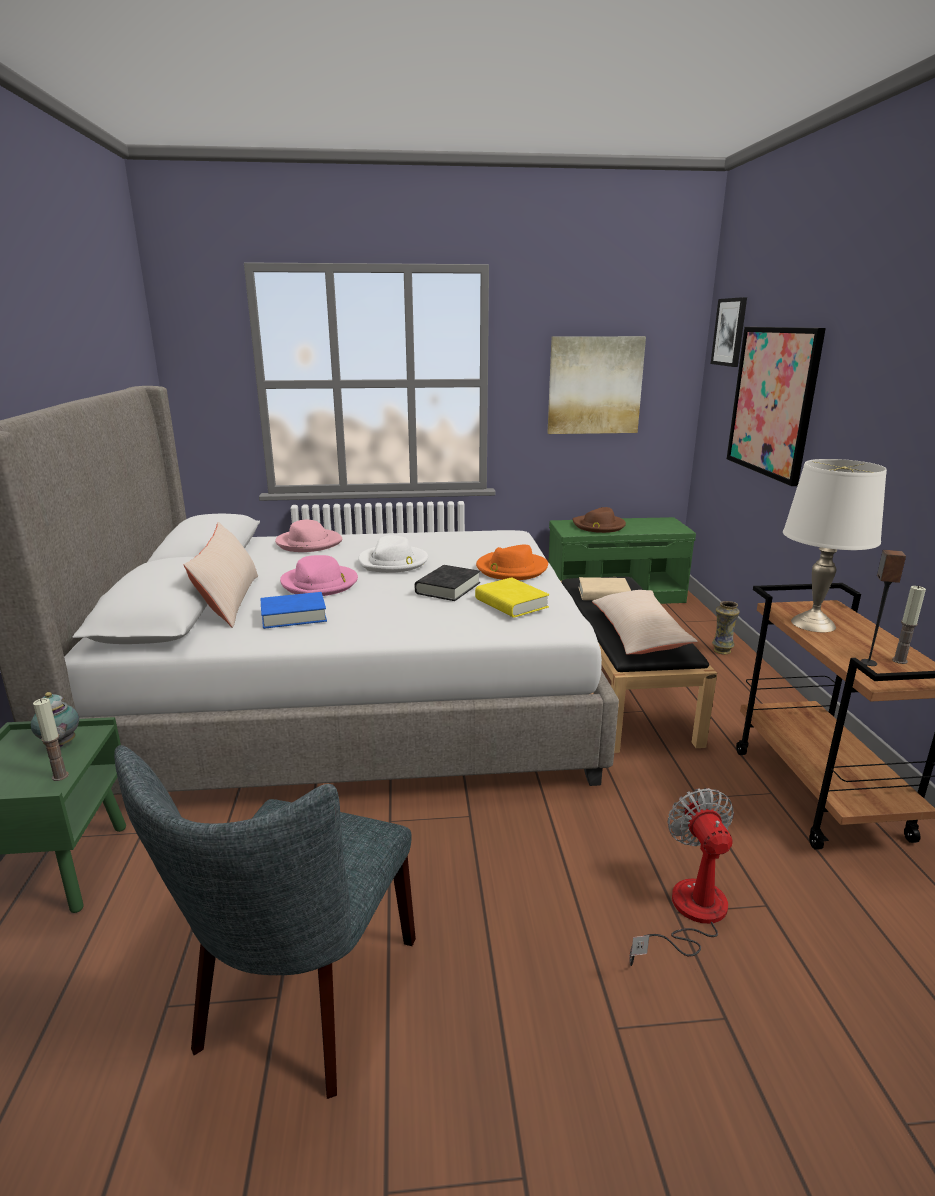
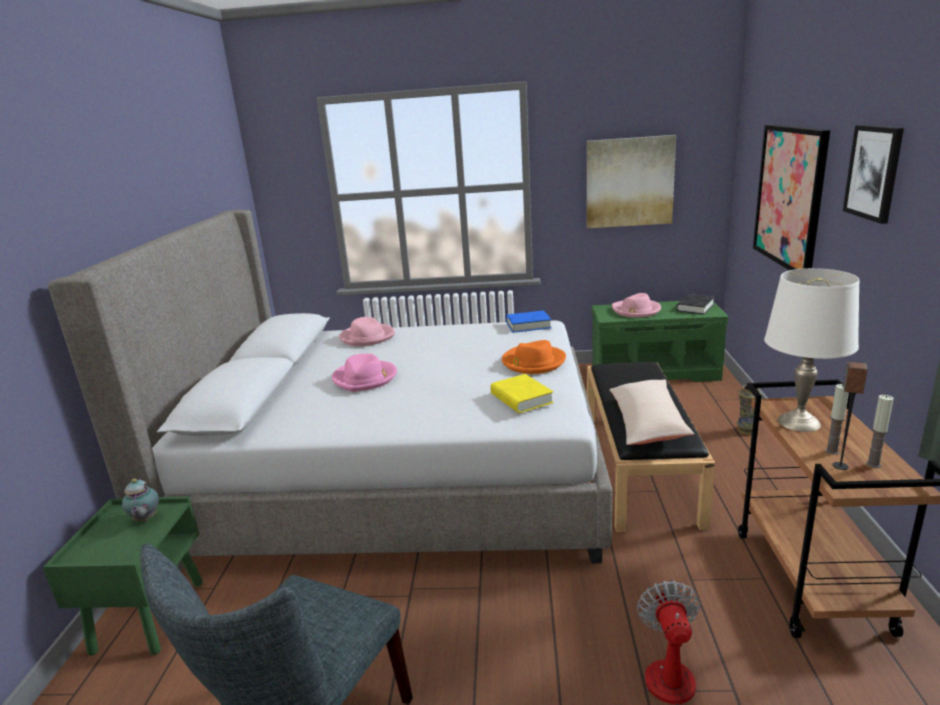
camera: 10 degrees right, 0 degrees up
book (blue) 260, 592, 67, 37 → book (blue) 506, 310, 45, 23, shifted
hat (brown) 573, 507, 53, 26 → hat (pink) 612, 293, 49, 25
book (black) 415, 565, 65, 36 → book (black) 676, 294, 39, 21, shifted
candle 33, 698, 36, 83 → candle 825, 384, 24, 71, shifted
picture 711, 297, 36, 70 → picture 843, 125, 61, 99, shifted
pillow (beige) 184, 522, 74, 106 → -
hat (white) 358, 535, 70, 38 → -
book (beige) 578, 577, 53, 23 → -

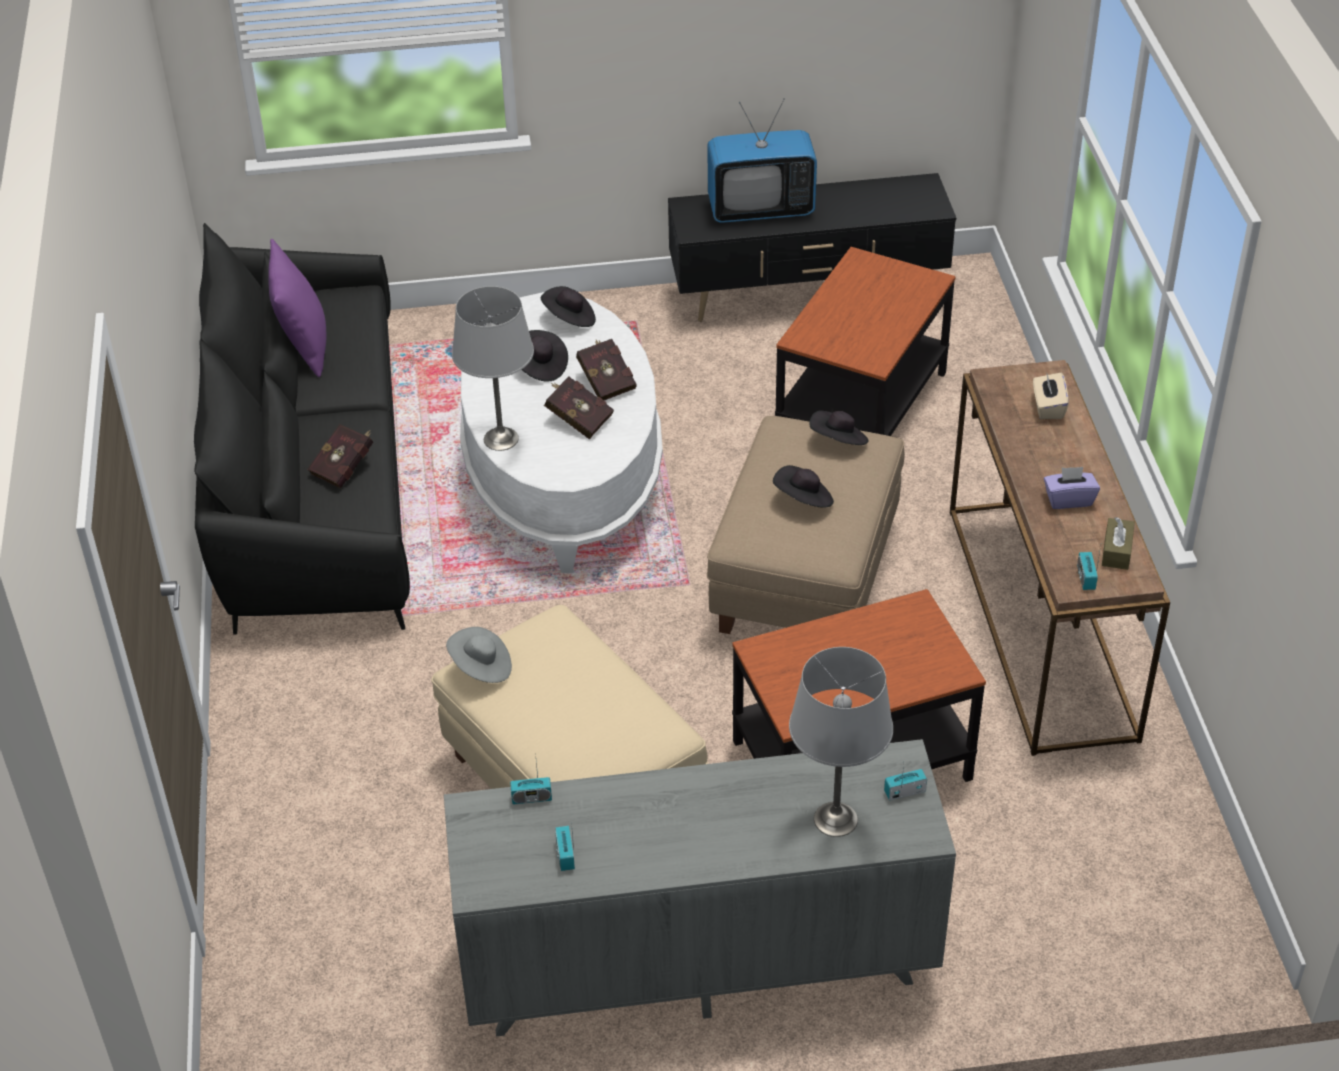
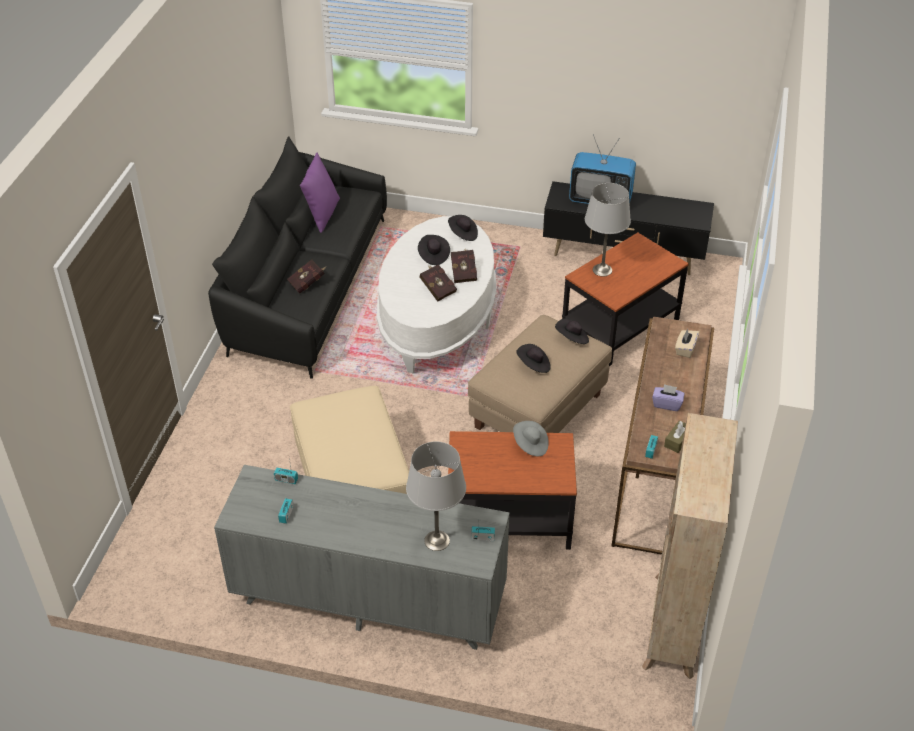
camera: 20 degrees right, 0 degrees up
hat (grey) 446, 627, 66, 56 → hat (grey) 513, 421, 36, 35, shifted
table lamp (grey) 452, 286, 82, 165 → table lamp (grey) 585, 183, 46, 94, shifted
- → bookcase (beige) 642, 413, 96, 266

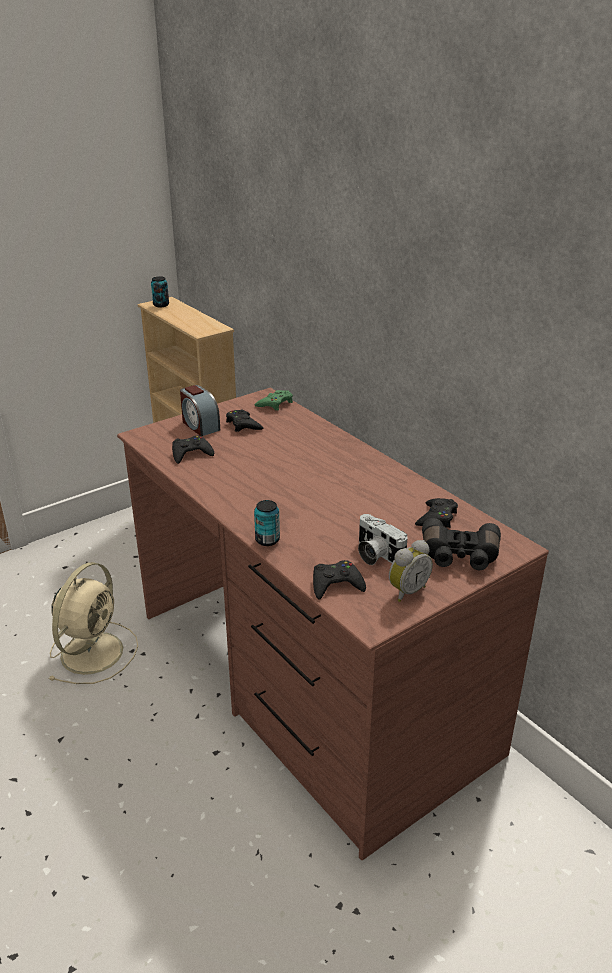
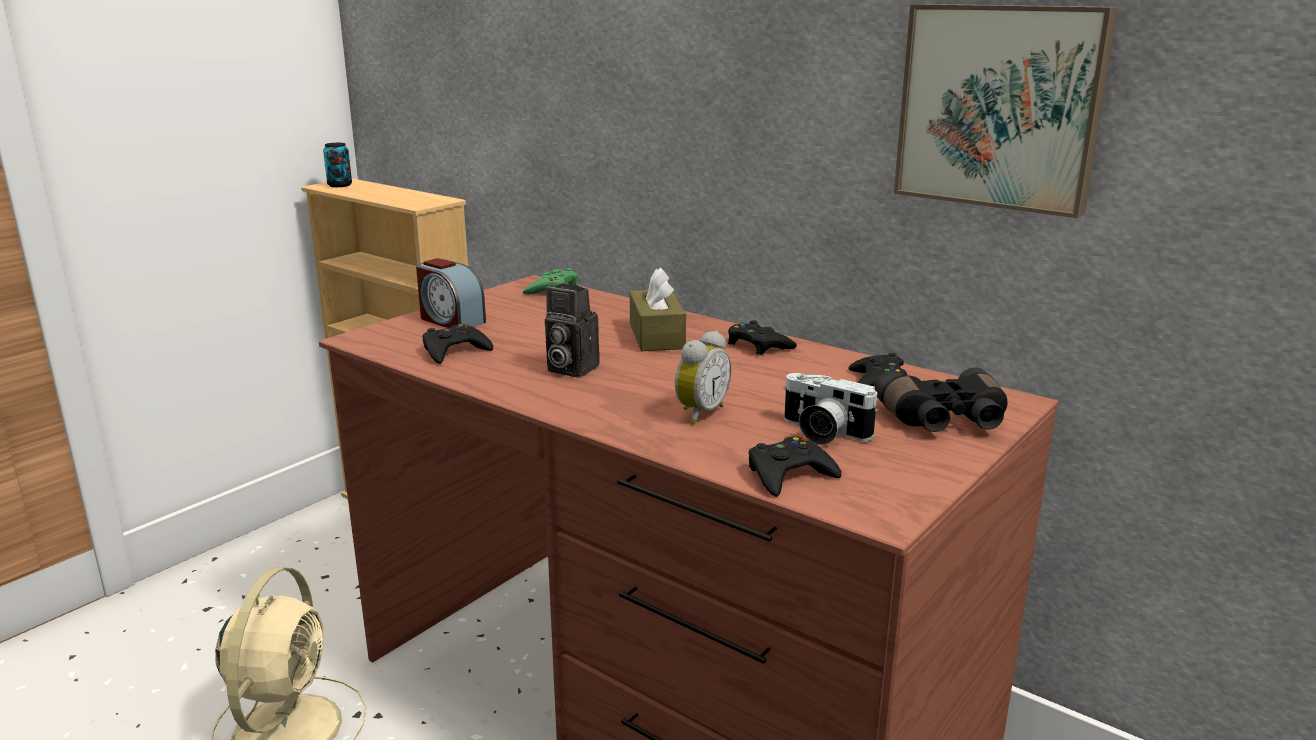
camera: 15 degrees left, 10 degrees down
- → photo camera 545, 284, 55, 94
- → tissue box (brown) 630, 267, 56, 84
alarm clock 389, 540, 44, 62 → alarm clock 675, 330, 57, 94, shifted
game controller (black) 226, 410, 37, 22 → game controller (black) 728, 320, 69, 35, shifted
- → picture 894, 4, 224, 214
can 254, 500, 26, 46 → -

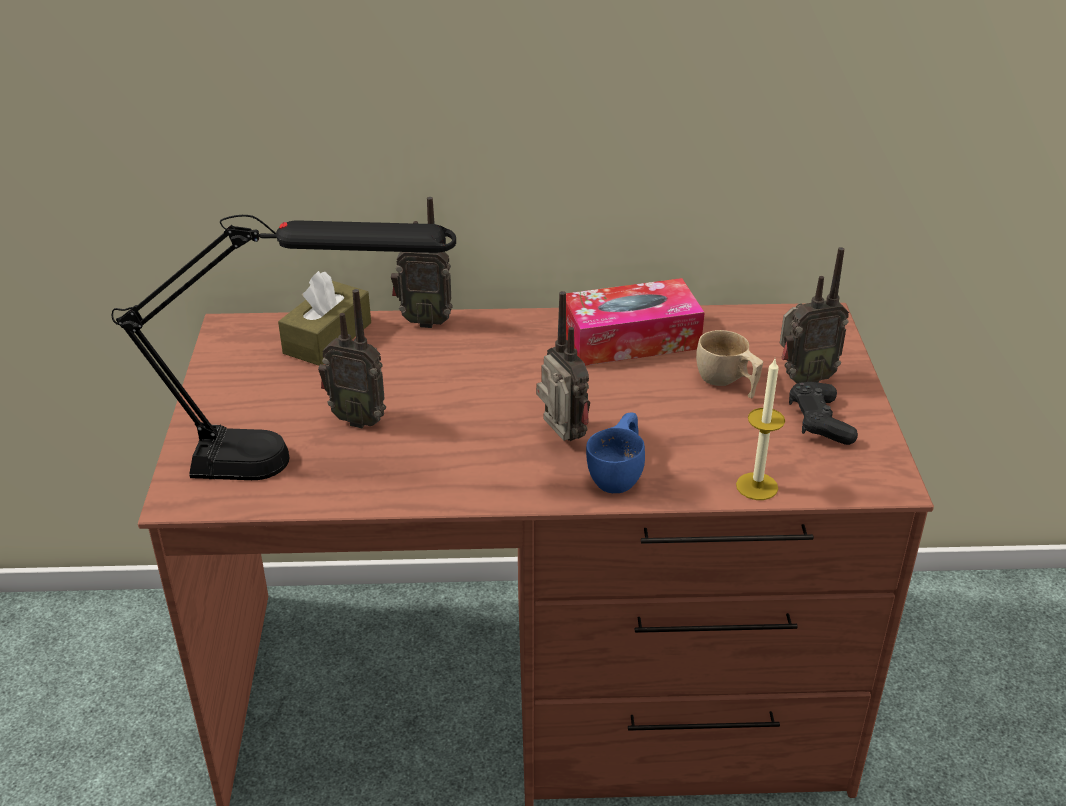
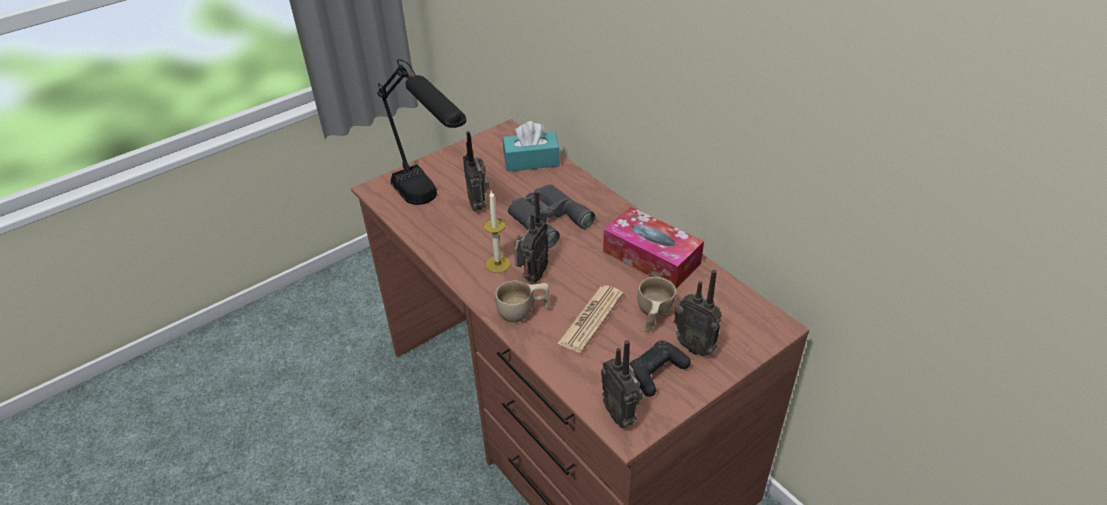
camera: 55 degrees right, 5 degrees up
candle 736, 359, 49, 141 → candle 483, 191, 28, 82, shifted
cup (blue) 586, 412, 59, 81 → cup (beige) 495, 281, 55, 42
tissue box (brown) 278, 271, 93, 95 → tissue box (turquoise) 503, 121, 57, 51
- → binoculars (grey) 508, 184, 87, 64
- → newspaper 557, 285, 66, 68
radio 391, 197, 62, 131 → radio 601, 340, 42, 88, shifted

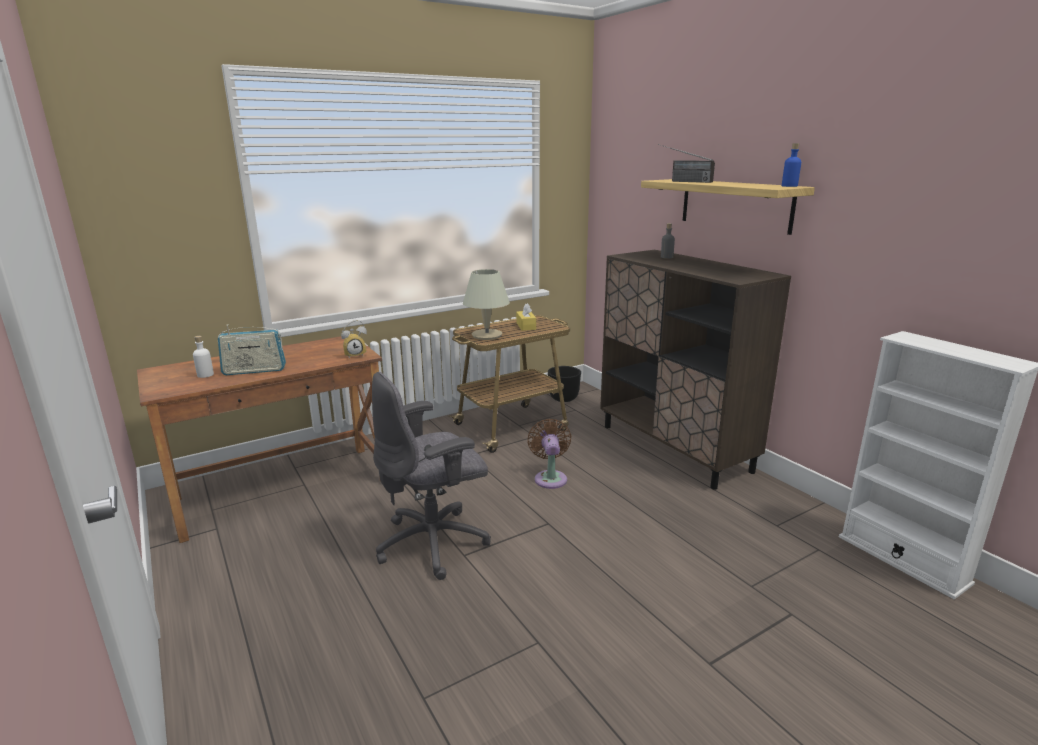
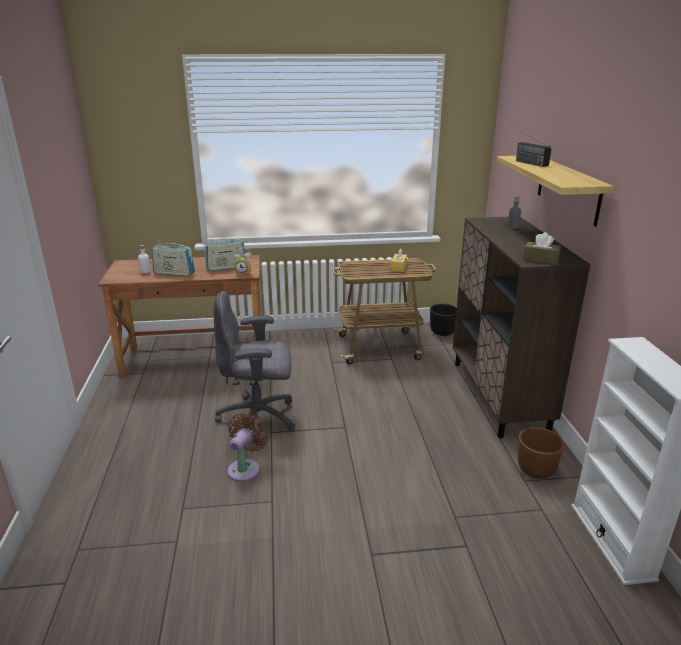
camera: 25 degrees right, 5 degrees up
- → radio 205, 237, 41, 34
fan (brown) 528, 419, 43, 70 → fan (brown) 227, 413, 41, 69, shifted
- → planter (brown) 518, 427, 46, 52
- → tissue box (brown) 523, 232, 38, 32
table lamp (beige) 463, 269, 47, 71 → -
bottle (blue) 782, 143, 19, 44 → -

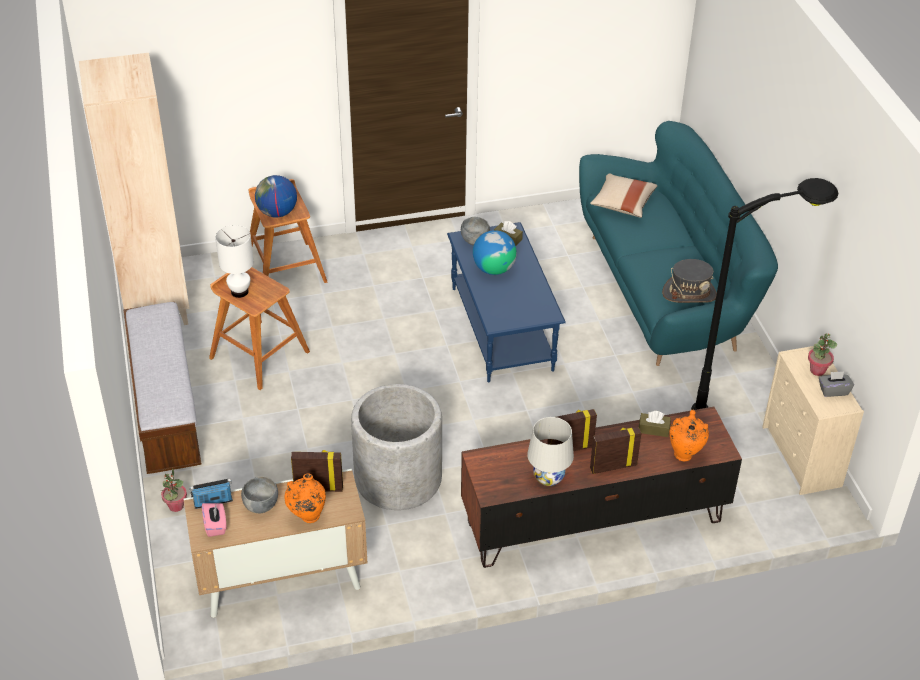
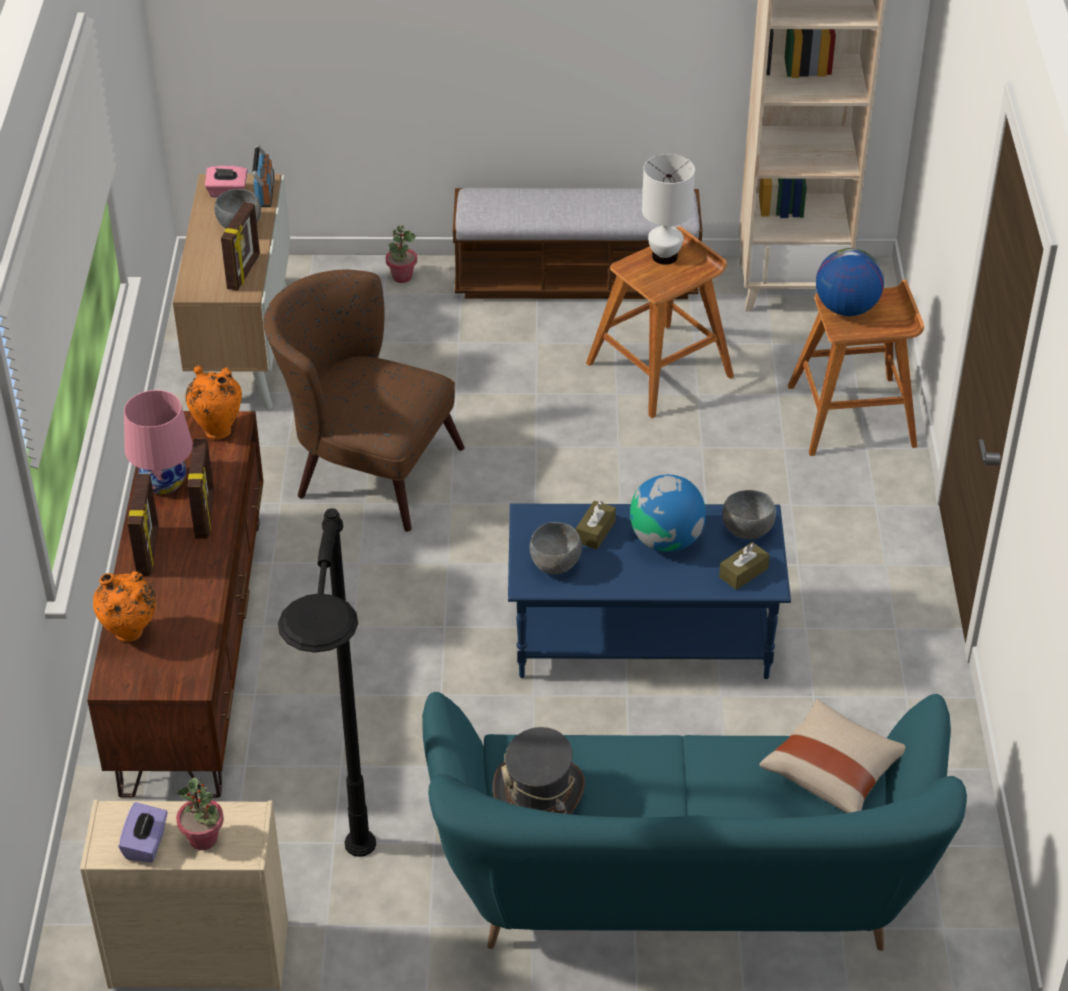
camera: 105 degrees right, 0 degrees up
tissue box (grey) 819, 372, 35, 25 → tissue box (purple) 119, 802, 49, 61
table lamp (white) 527, 417, 47, 69 → table lamp (pink) 124, 390, 69, 104
vase (orange) 284, 473, 42, 50 → vase (orange) 186, 365, 56, 74, shifted
planter (grey) 351, 384, 91, 126 → armchair (brown) 264, 270, 201, 262
- → bowl (grey) 529, 522, 53, 52
tissue box (brown) 639, 411, 32, 26 → tissue box (brown) 576, 501, 40, 48, shifted

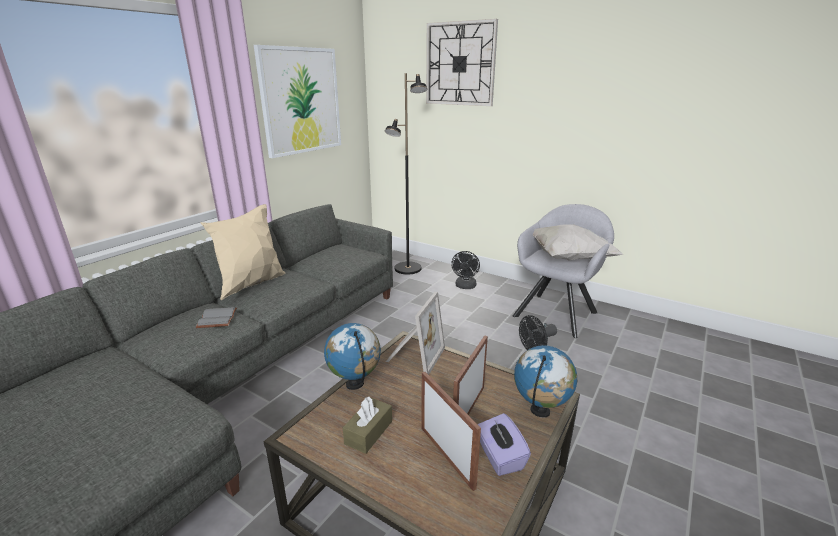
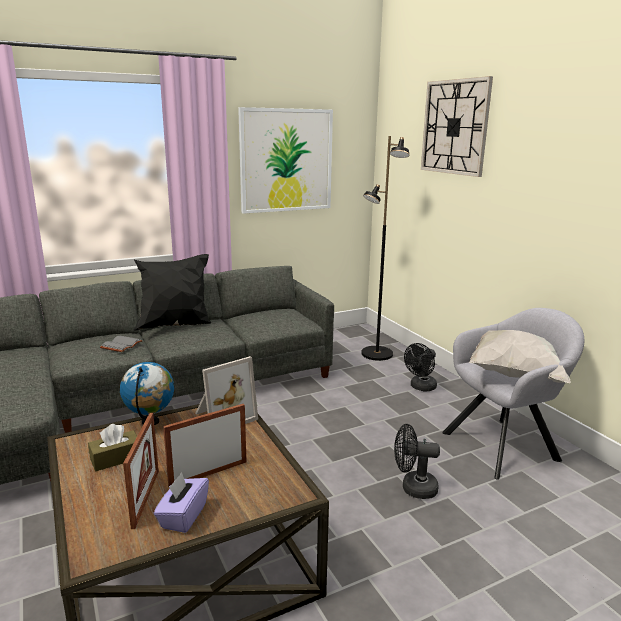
camera: 30 degrees right, 5 degrees down
pillow (beige) 200, 204, 86, 96 → pillow (black) 133, 254, 78, 77
globe 514, 345, 63, 73 → -

